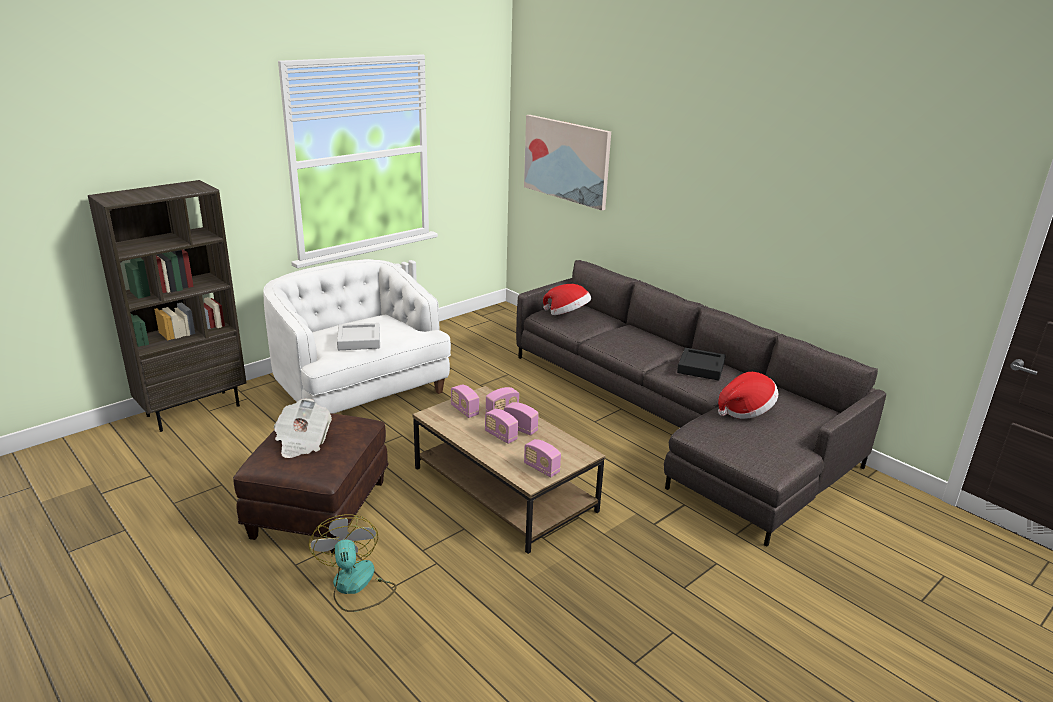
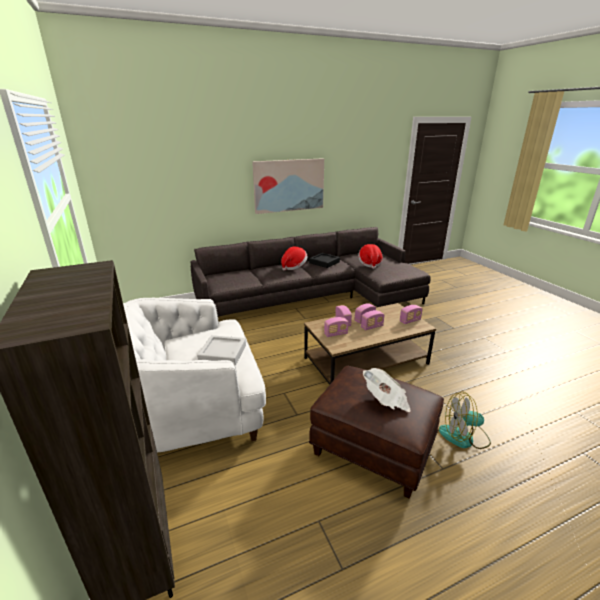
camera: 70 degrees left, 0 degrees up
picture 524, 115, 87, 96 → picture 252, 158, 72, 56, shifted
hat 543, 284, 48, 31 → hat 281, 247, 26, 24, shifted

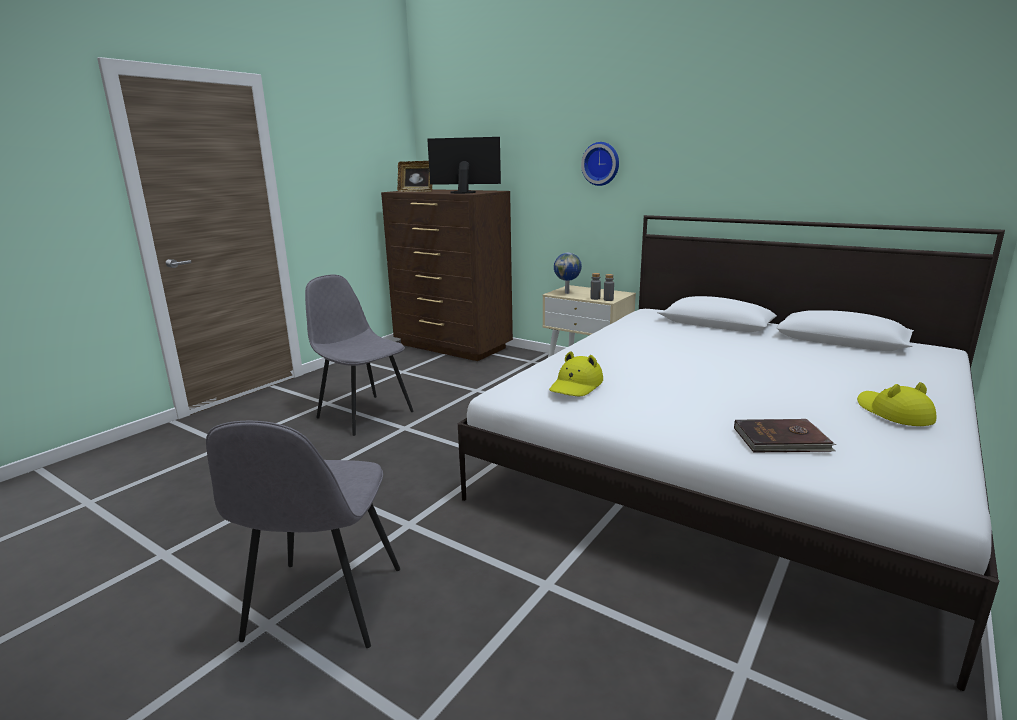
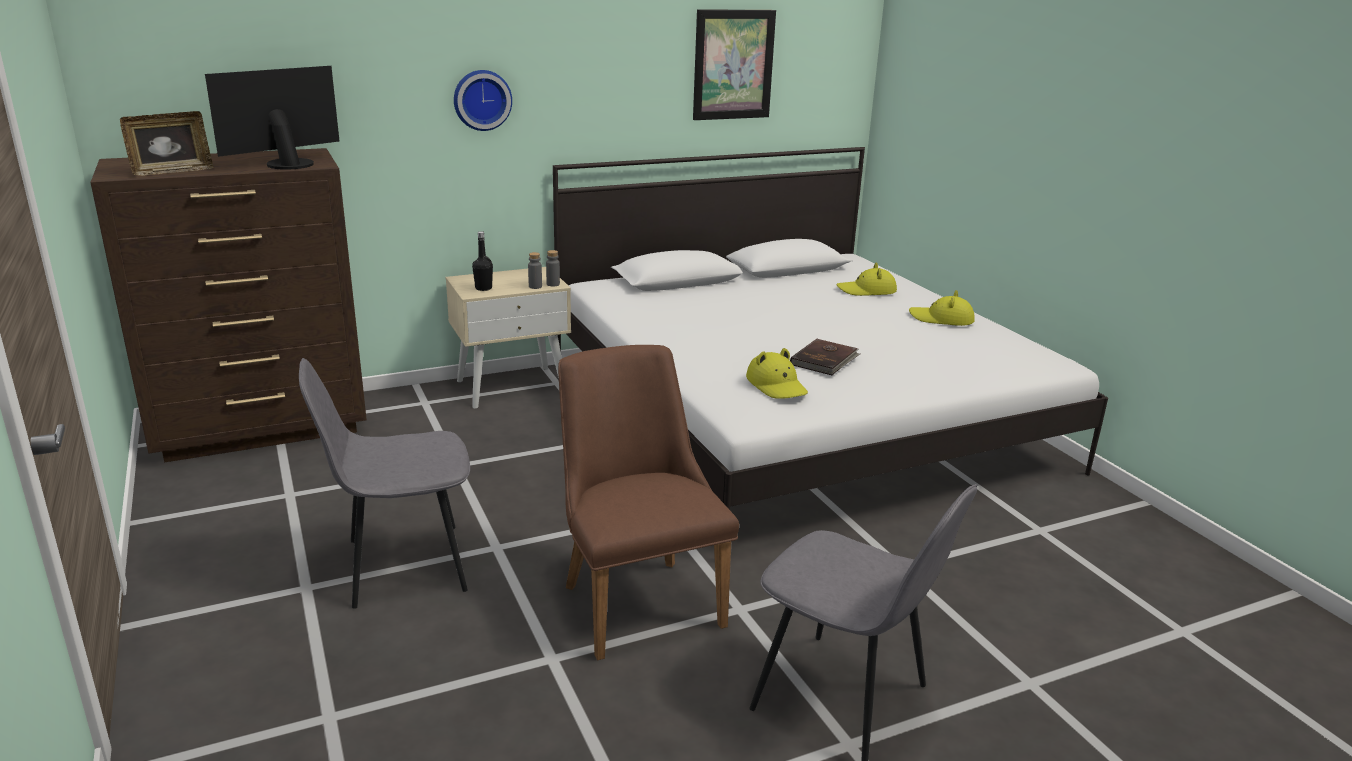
camera: 60 degrees left, 5 degrees up
globe 554, 253, 28, 41 → bottle (black) 472, 231, 21, 60
- → chair (brown) 558, 345, 181, 315
- → picture 693, 9, 83, 111
book (brown) 734, 419, 102, 34 → book (brown) 790, 339, 70, 36, shifted
- → hat (yellow) 837, 262, 60, 34

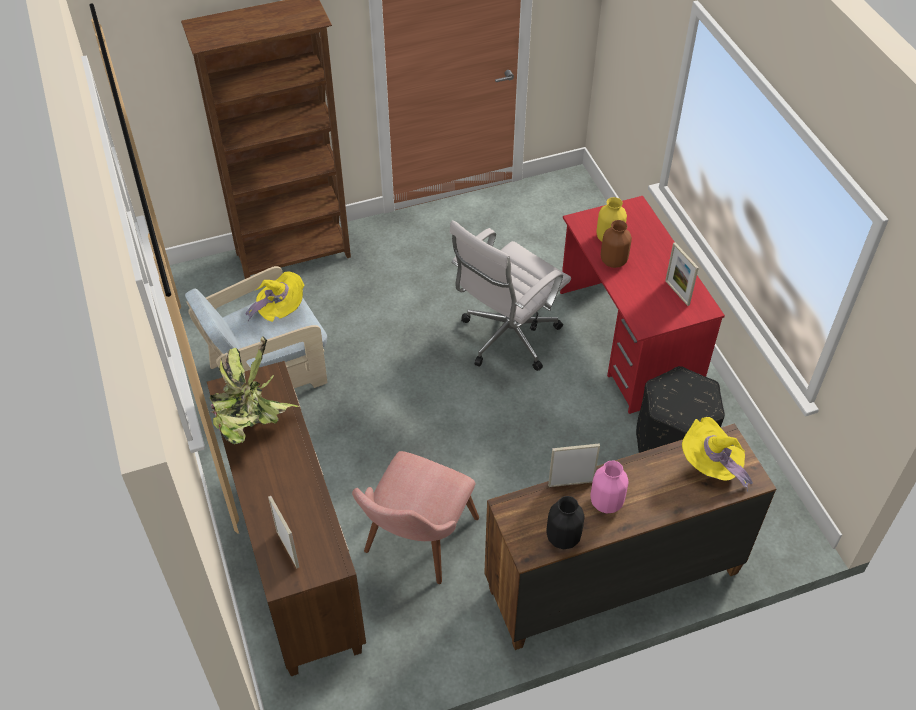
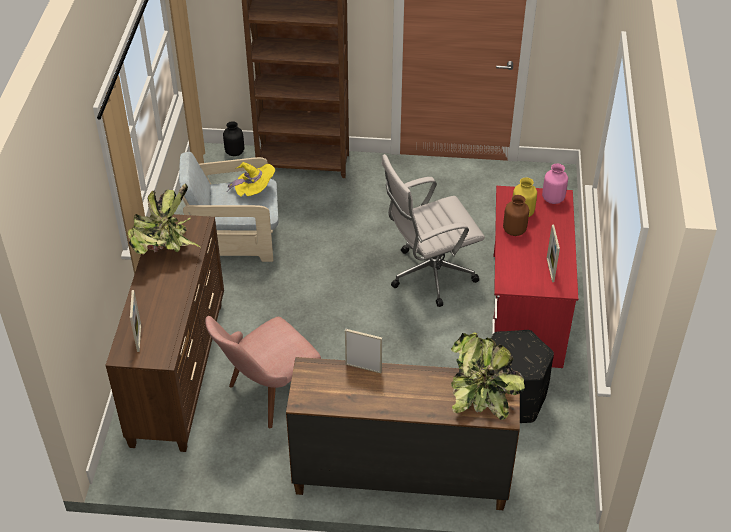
camera: 25 degrees right, 5 degrees down
vase (black) 546, 496, 39, 53 → vase (black) 223, 121, 21, 35, shifted
hat (yellow) 682, 417, 71, 75 → potted plant 451, 332, 74, 88
vase (pink) 590, 460, 39, 53 → vase (pink) 542, 163, 26, 41, shifted

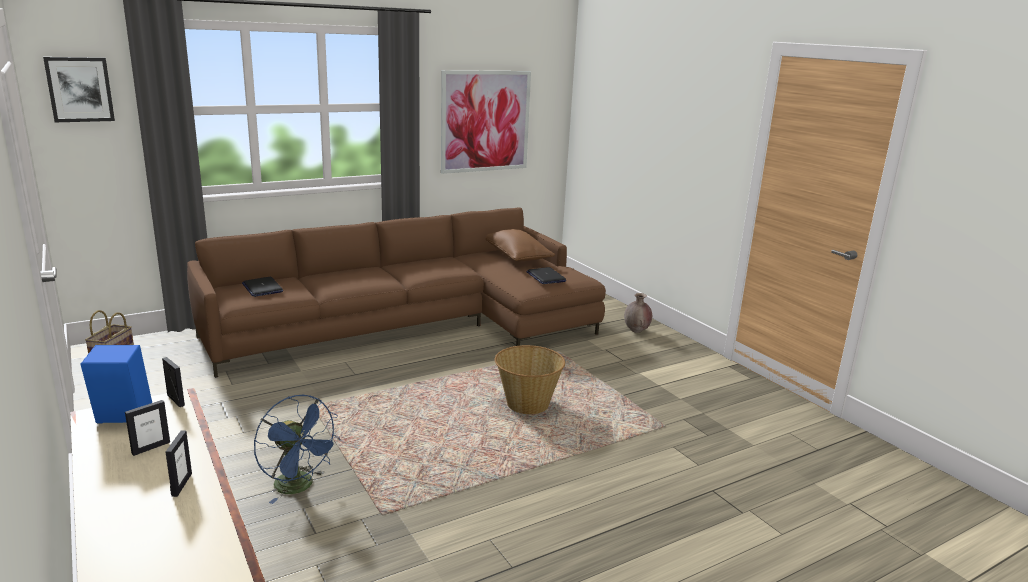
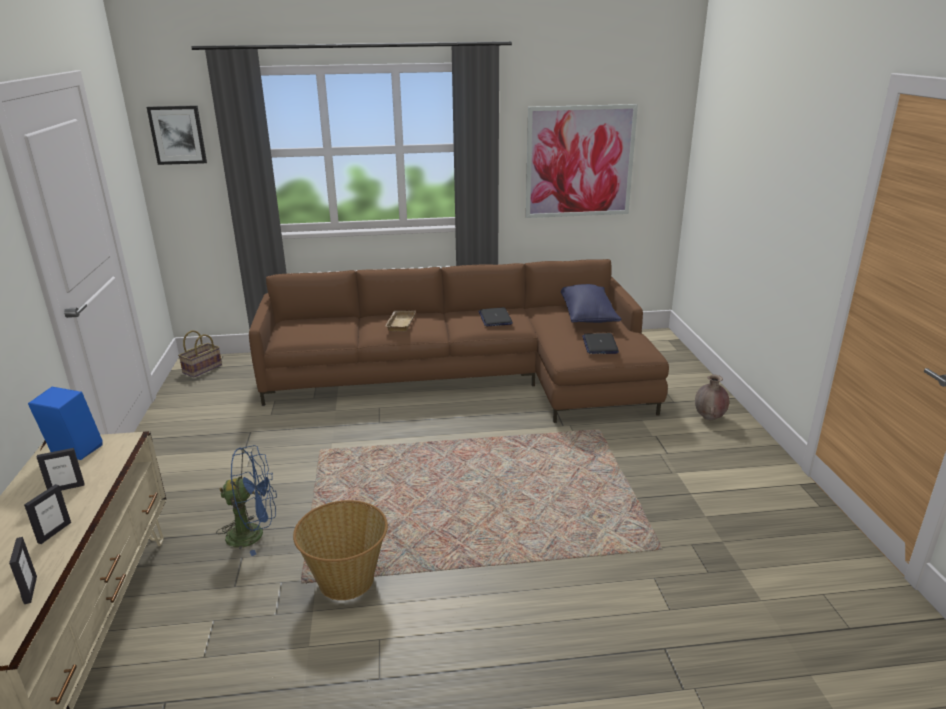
camera: 25 degrees right, 5 degrees up
picture frame 162, 357, 23, 50 → picture frame 9, 537, 28, 67, shifted
fan (blue) 254, 395, 87, 109 → fan (blue) 216, 445, 61, 111, 75 degrees counterclockwise
basket 495, 345, 70, 69 → basket 293, 500, 95, 100, shifted
- → tray (beige) 385, 311, 31, 20
laptop 242, 277, 41, 20 → laptop 478, 307, 35, 19, shifted
pillow (brown) 486, 229, 69, 32 → pillow (blue) 561, 284, 60, 39

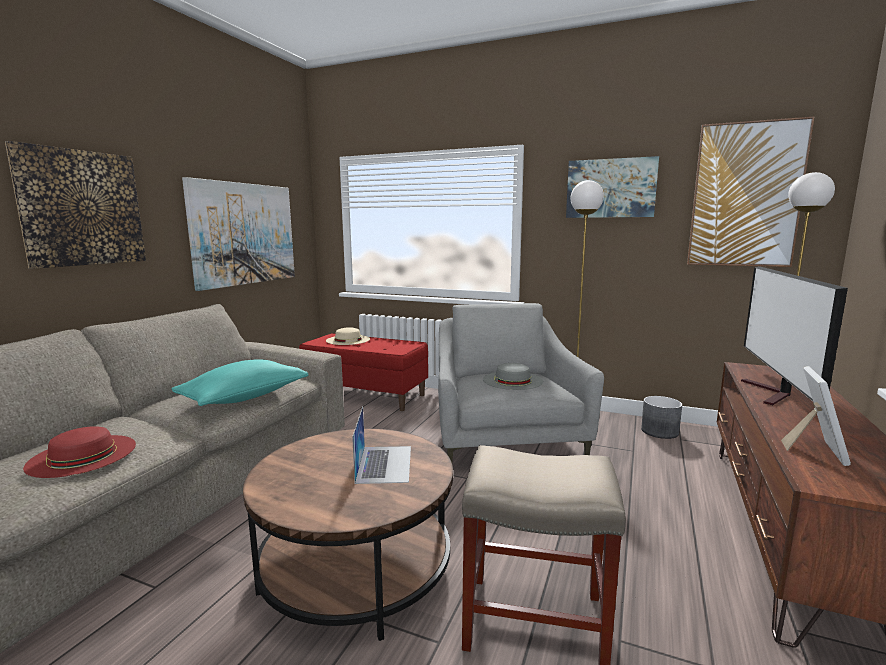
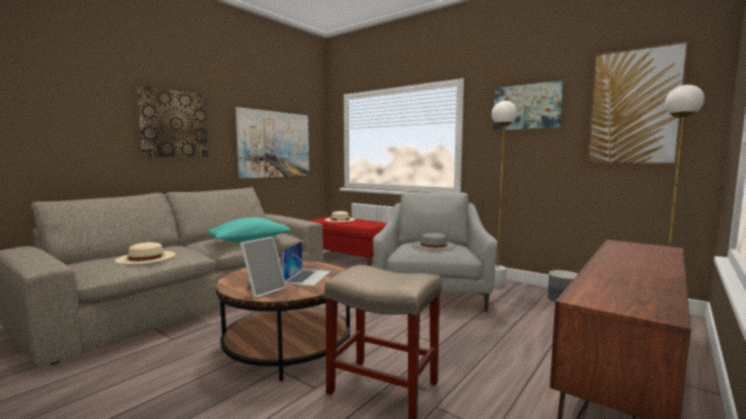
camera: 15 degrees right, 5 degrees down
hat (red) 23, 426, 113, 52 → hat (beige) 115, 242, 61, 22
picture frame 781, 366, 70, 100 → picture frame 240, 237, 47, 62, shifted
television 741, 266, 107, 139 → -

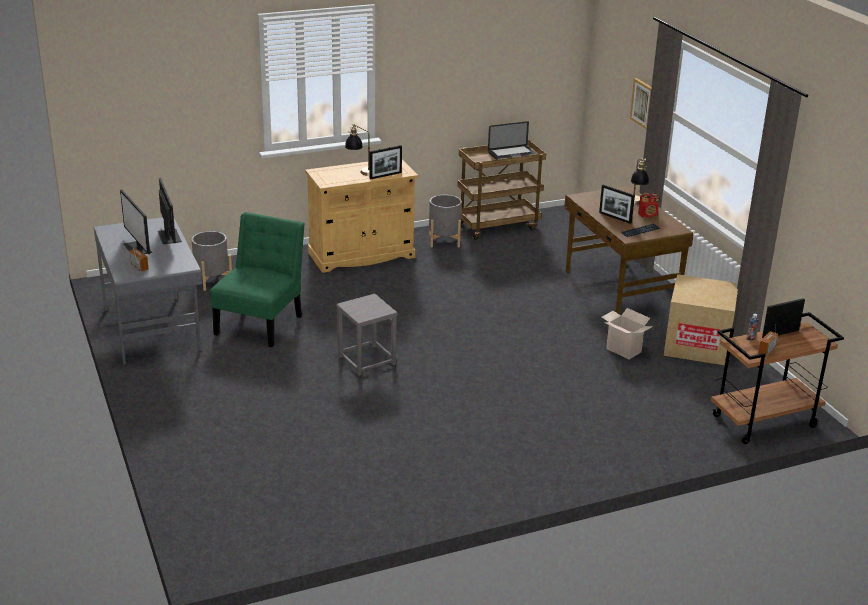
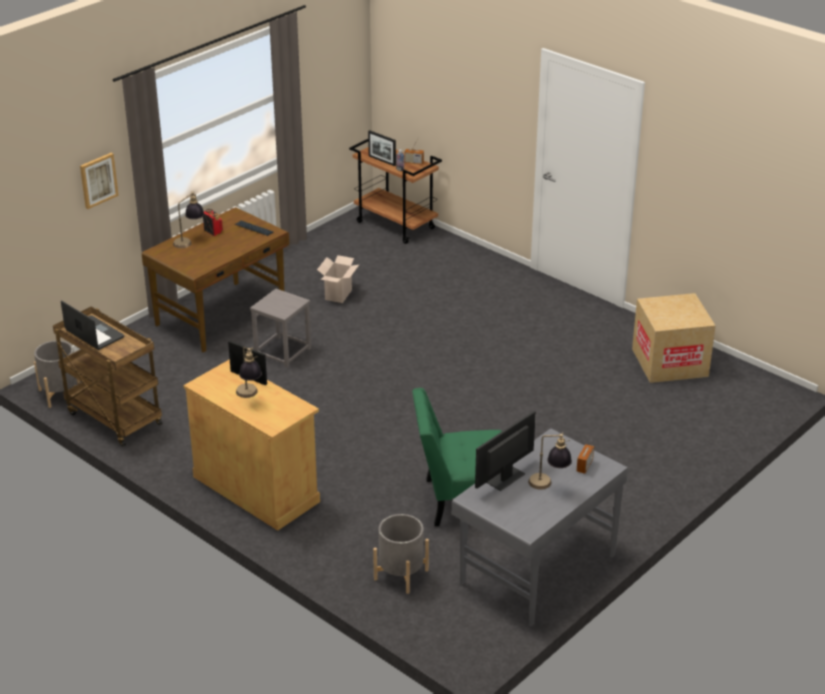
camera: 115 degrees left, 5 degrees up
planter (grey) 429, 195, 33, 52 → planter (grey) 34, 340, 46, 68, shifted
stool (grey) 336, 294, 62, 82 → stool (grey) 250, 289, 61, 79, shifted
monitor 120, 189, 32, 65 → table lamp 528, 432, 44, 58
cardboard box 664, 274, 74, 91 → cardboard box 632, 293, 83, 90, shifted
picture frame 599, 185, 36, 39 → -

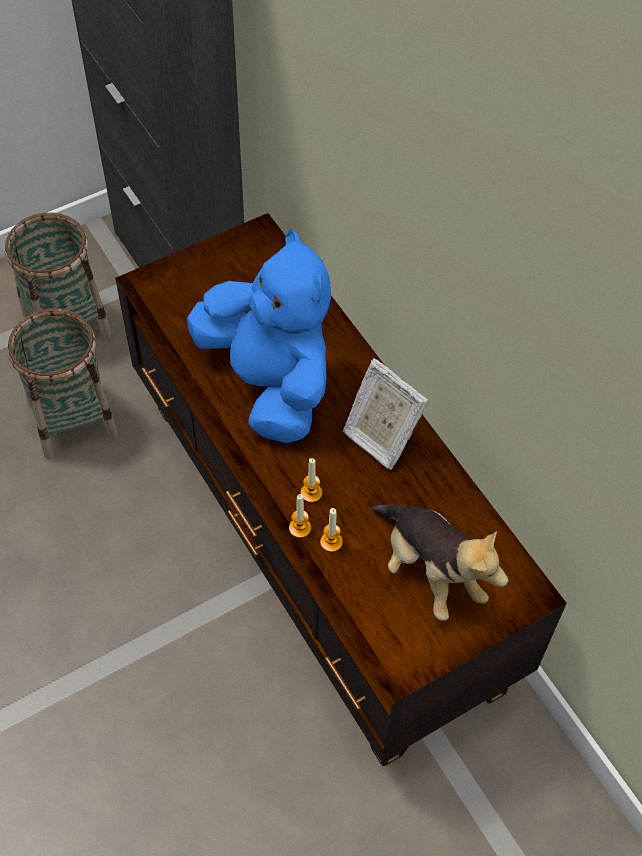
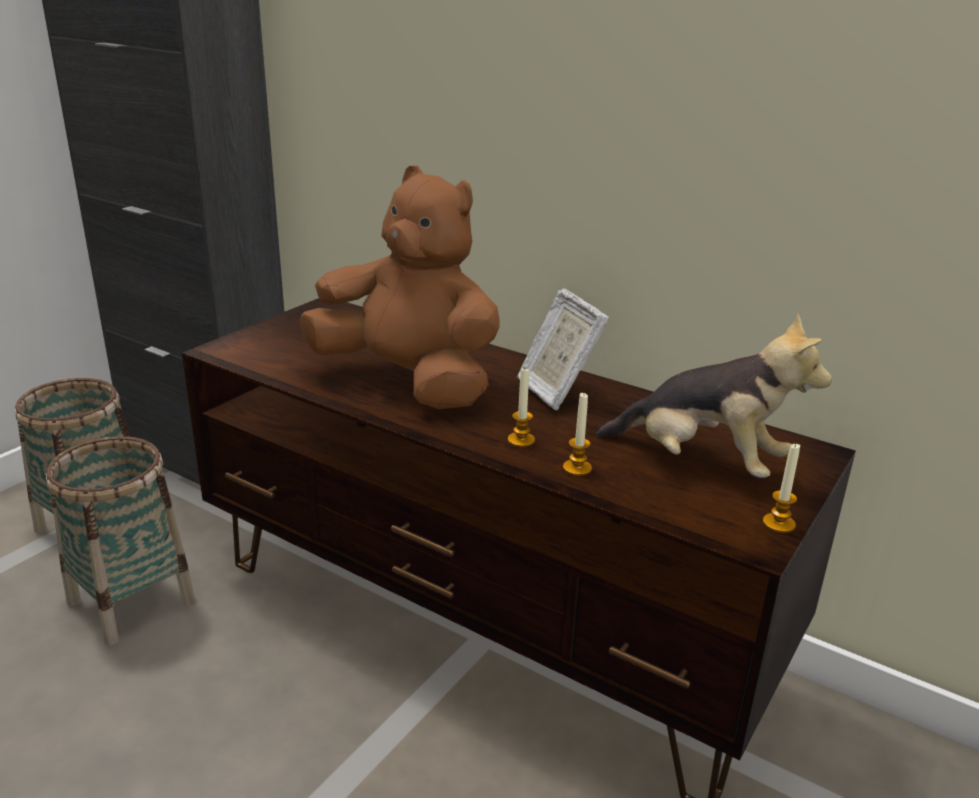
camera: 25 degrees left, 30 degrees down
plush toy (blue) 187, 229, 144, 214 → plush toy (brown) 300, 165, 200, 244
picture frame 343, 358, 85, 111 → picture frame 517, 288, 92, 122, 45 degrees clockwise
candle 289, 494, 22, 44 → candle 763, 444, 37, 89, shifted

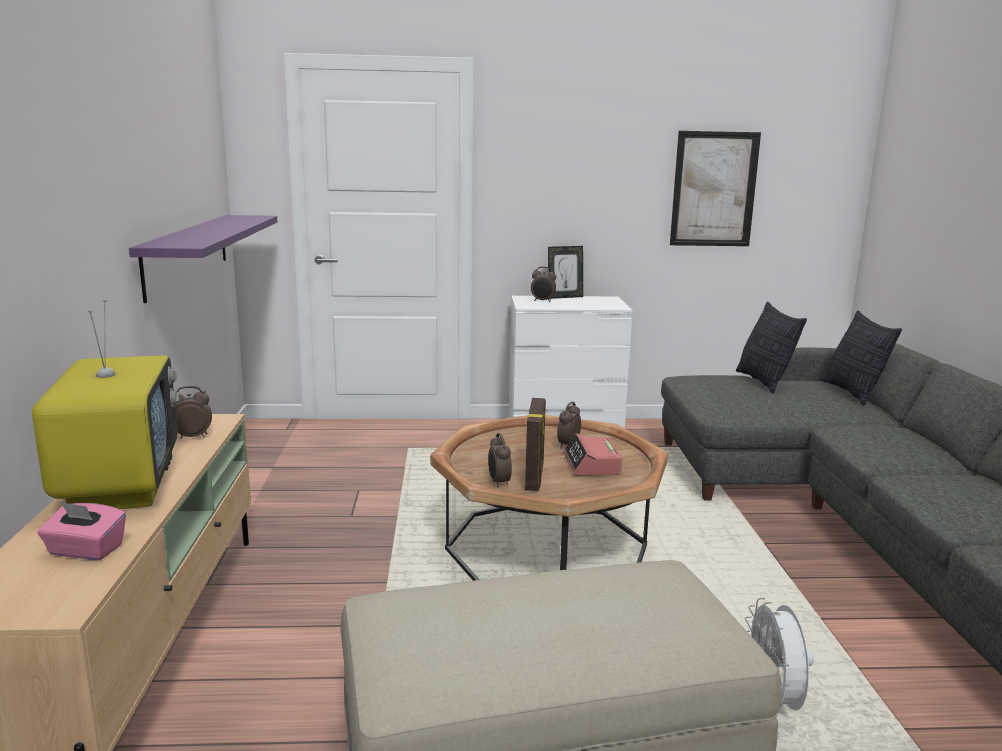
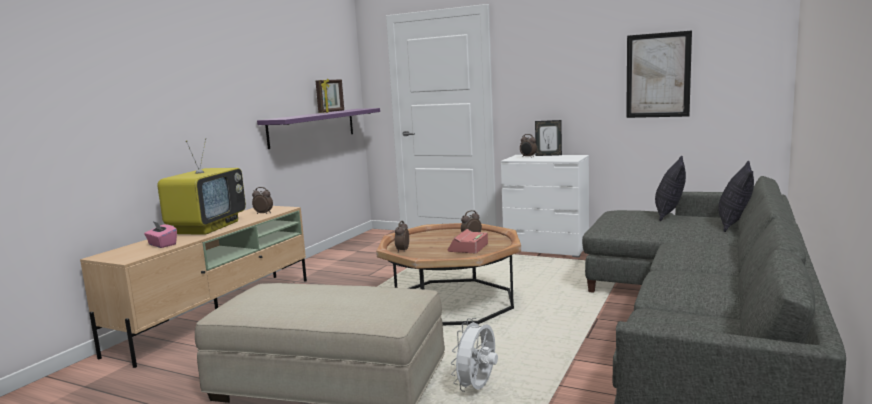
camera: 30 degrees right, 5 degrees down
picture frame 525, 398, 21, 93 → picture frame 316, 79, 28, 34, shifted

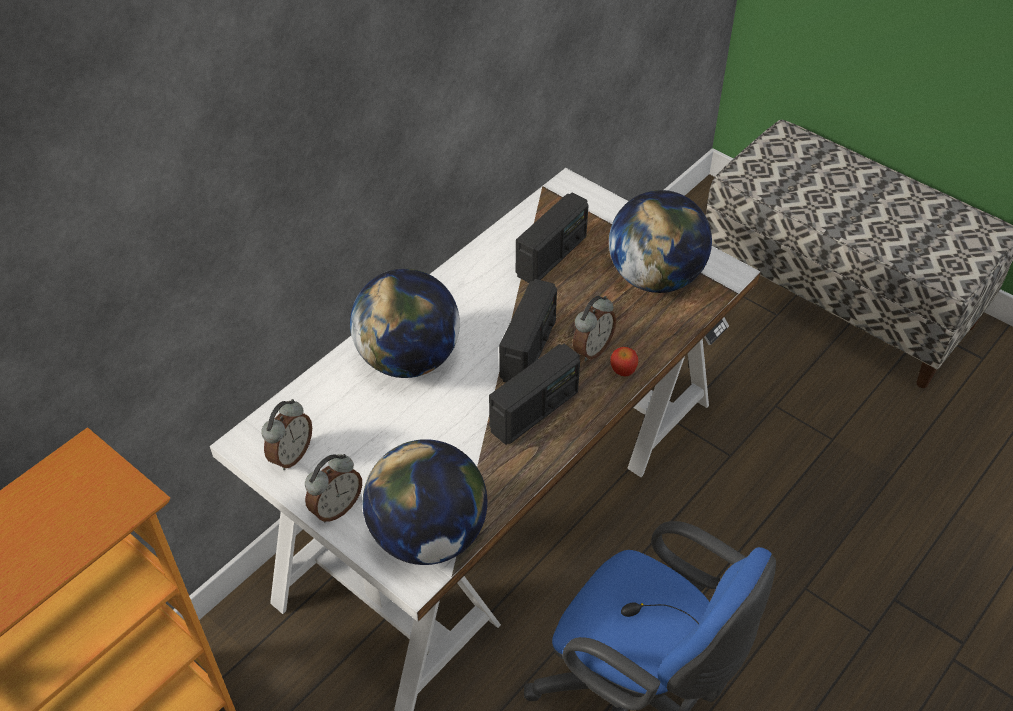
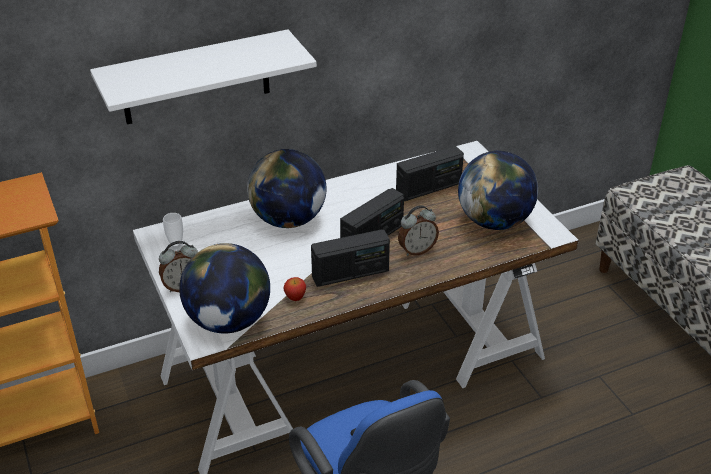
camera: 25 degrees right, 10 degrees down
- → shelf (white) 90, 29, 227, 95
alarm clock 262, 399, 50, 71 → cup 163, 213, 22, 39
apple 610, 347, 28, 29 → apple 283, 277, 23, 24, shifted

